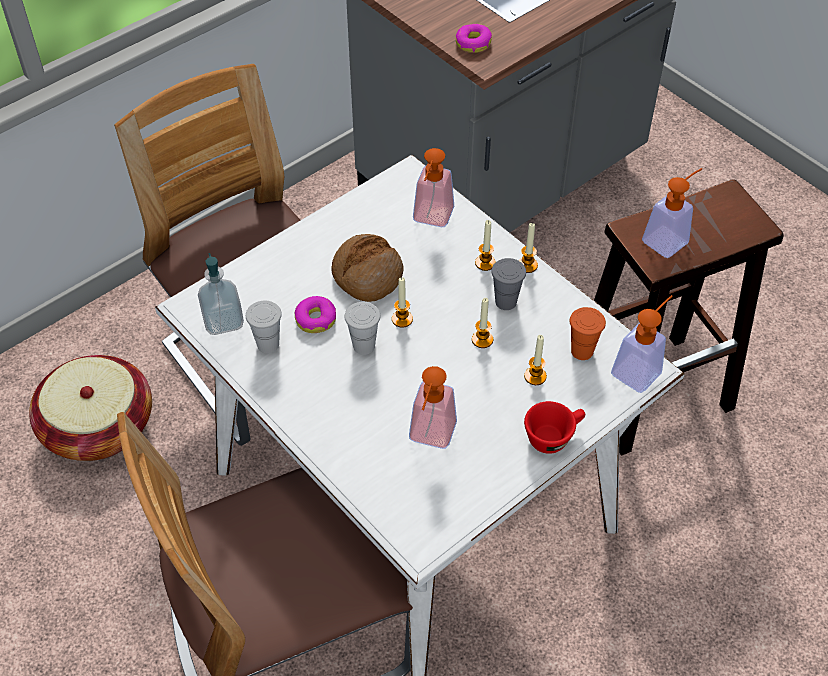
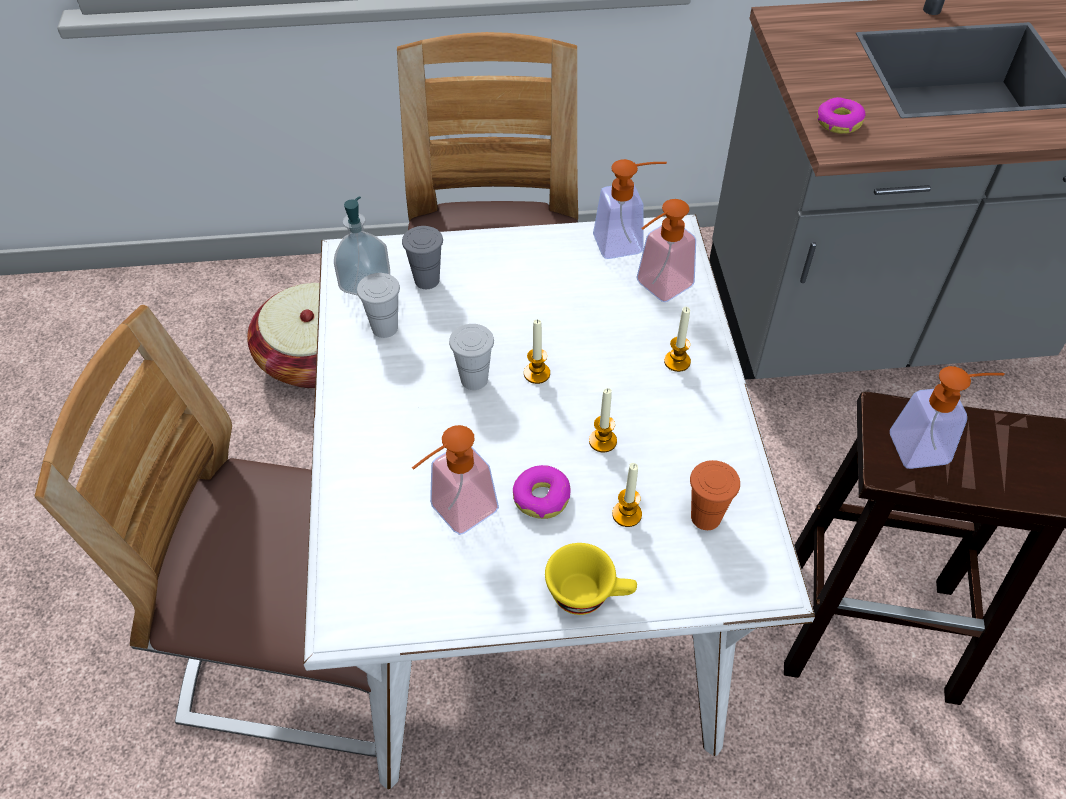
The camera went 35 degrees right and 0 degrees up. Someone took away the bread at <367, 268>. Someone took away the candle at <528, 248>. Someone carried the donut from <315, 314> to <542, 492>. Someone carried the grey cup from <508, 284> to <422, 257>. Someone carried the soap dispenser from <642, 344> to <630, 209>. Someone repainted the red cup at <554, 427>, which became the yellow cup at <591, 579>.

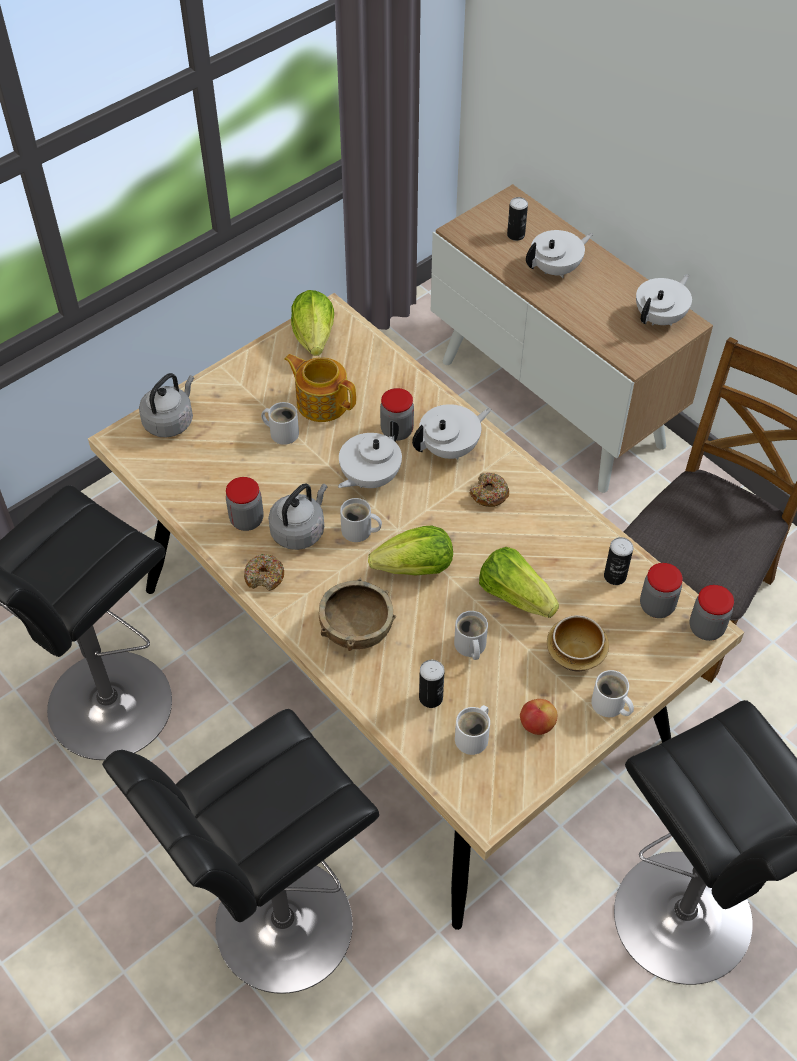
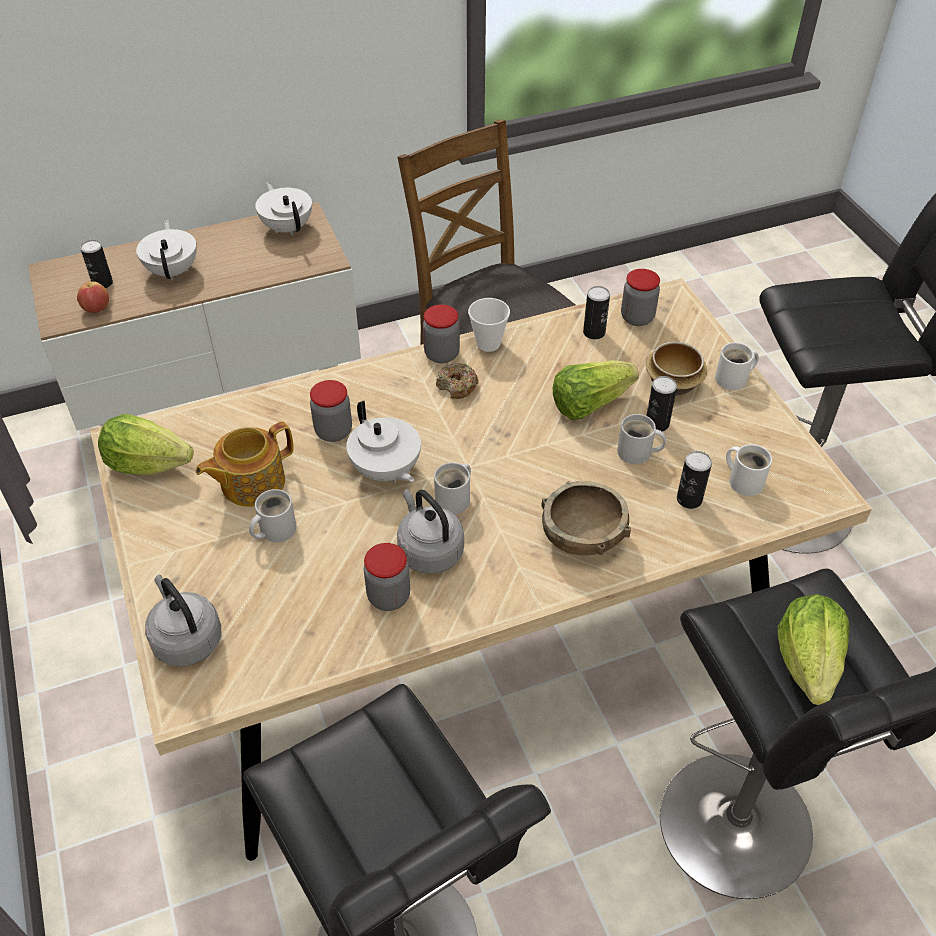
The camera went 70 degrees left and 5 degrees down. Someone took away the donut at <264, 572>. Someone took away the white teapot at <451, 432>. Someone put down the cup at <489, 325>. Someone put down the can at <661, 403>. Someone carried the lettuce from <410, 550> to <813, 649>. Someone carried the apple from <538, 717> to <93, 297>. Someone carried the jar from <712, 613> to <441, 333>.

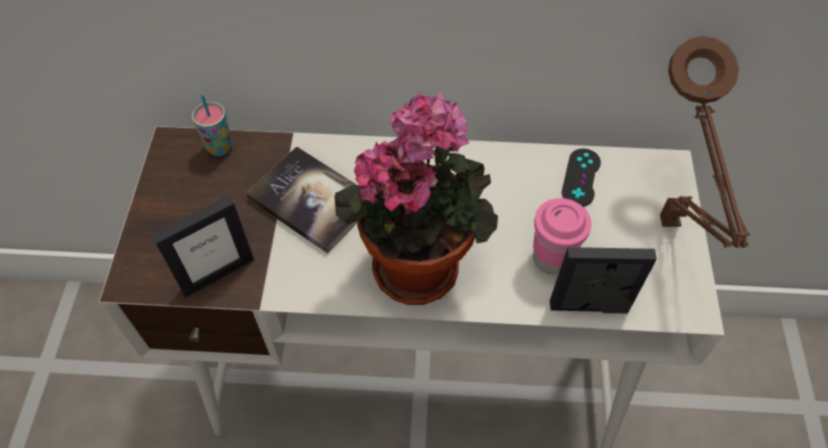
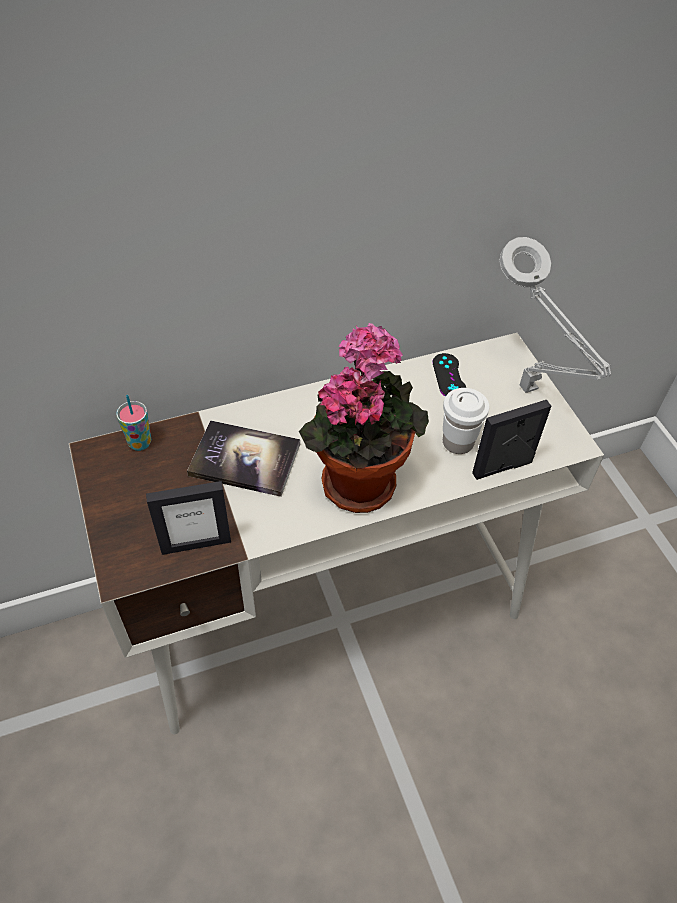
The camera went 25 degrees left and 5 degrees down. Someone repainted the pink cup at <562, 236>, which became the white cup at <466, 421>. Someone repainted the brown table lamp at <705, 142>, which became the grey table lamp at <555, 315>. Someone rotated the picture frame at <202, 246> by 45 degrees clockwise.

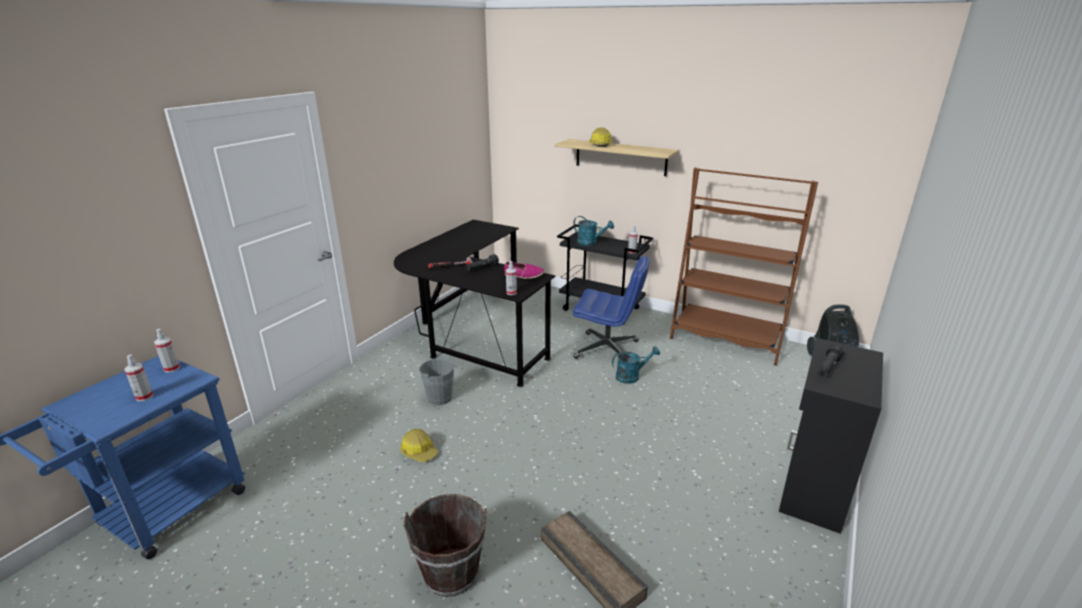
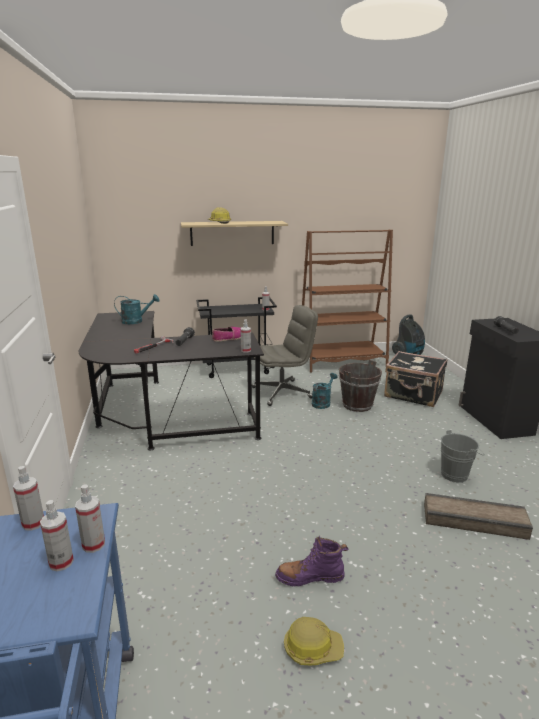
The camera went 40 degrees left and 5 degrees down. Someone put down the spray bottle at <90, 518>. Someone put down the purple boot at <311, 561>. Someone put down the black suitcase at <415, 379>. Someone carried the hard hat from <419, 445> to <314, 641>. Someone carried the brown bucket from <445, 545> to <360, 386>. Someone carried the grey bucket from <440, 380> to <463, 456>. Someone carried the turquoise watering can from <593, 231> to <137, 309>. Someone repainted the blue office chair at <611, 307>, which became the grey office chair at <285, 355>.

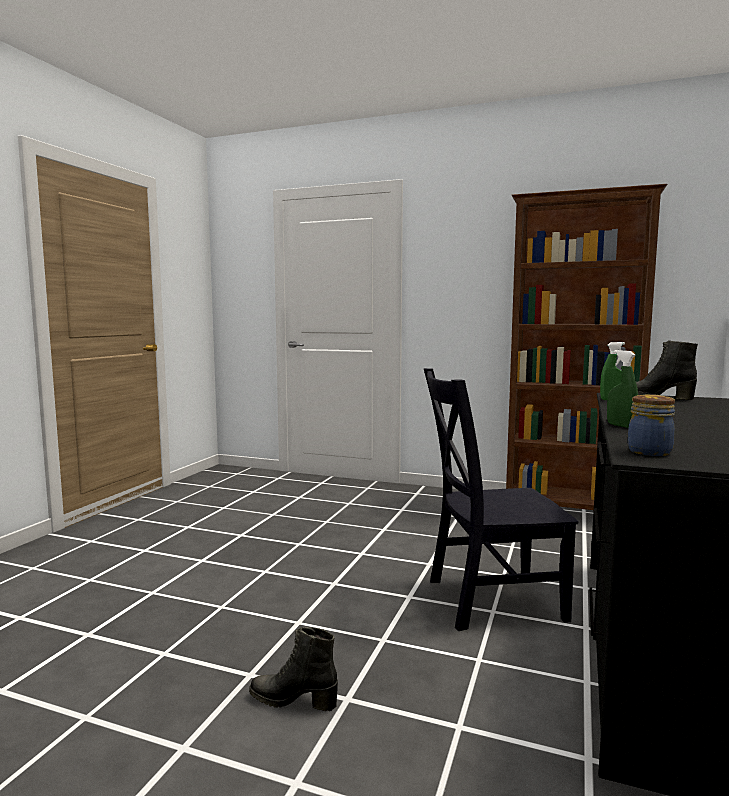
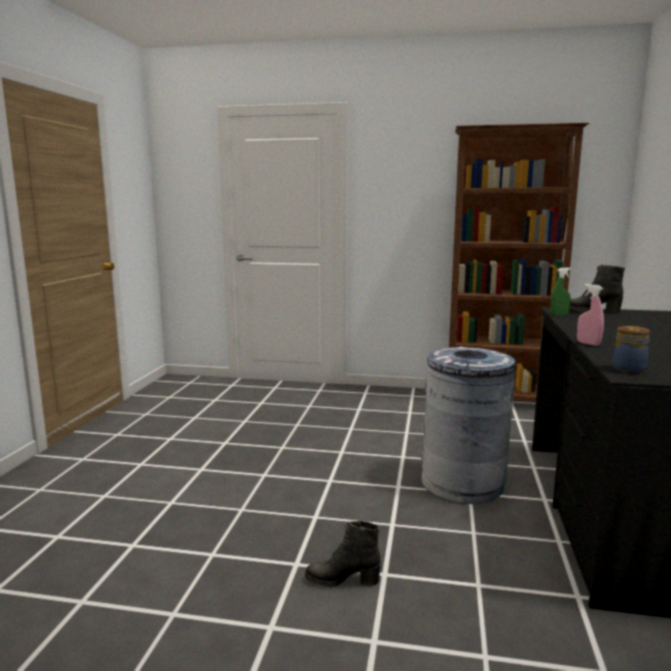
The camera went 10 degrees left and 5 degrees up. Someone swapped the black chair at <501, 499> for the grey trash can at <468, 425>. Someone repainted the green spray bottle at <622, 389>, which became the pink spray bottle at <590, 315>.

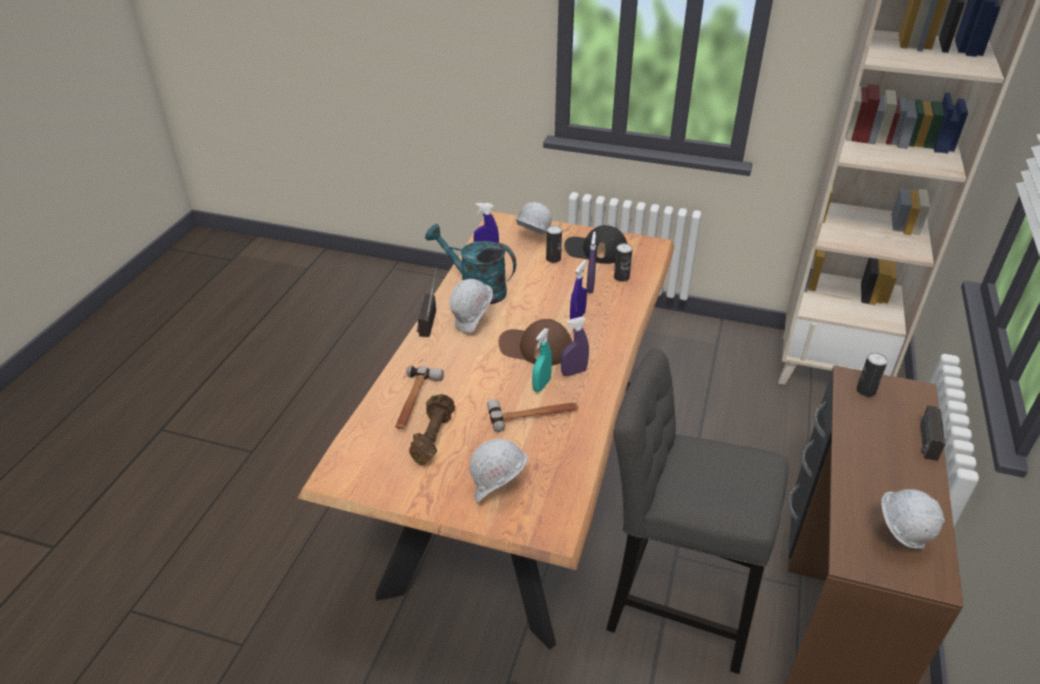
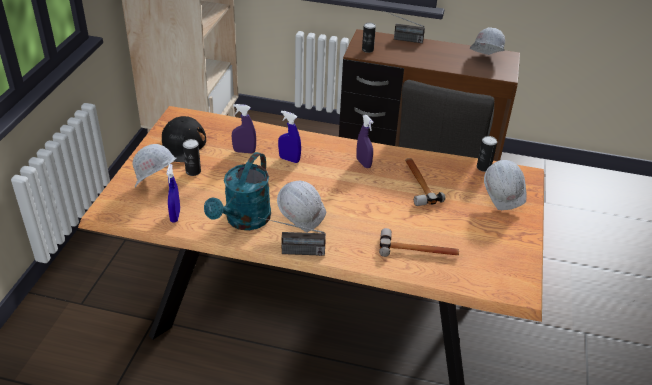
The camera went 95 degrees left and 0 degrees up. Someone took away the brown dumbbell at <432, 430>. Someone took away the brown cap at <535, 342>. Someone took away the turquoise spray bottle at <542, 360>. Someone carried the can from <623, 262> to <487, 154>.

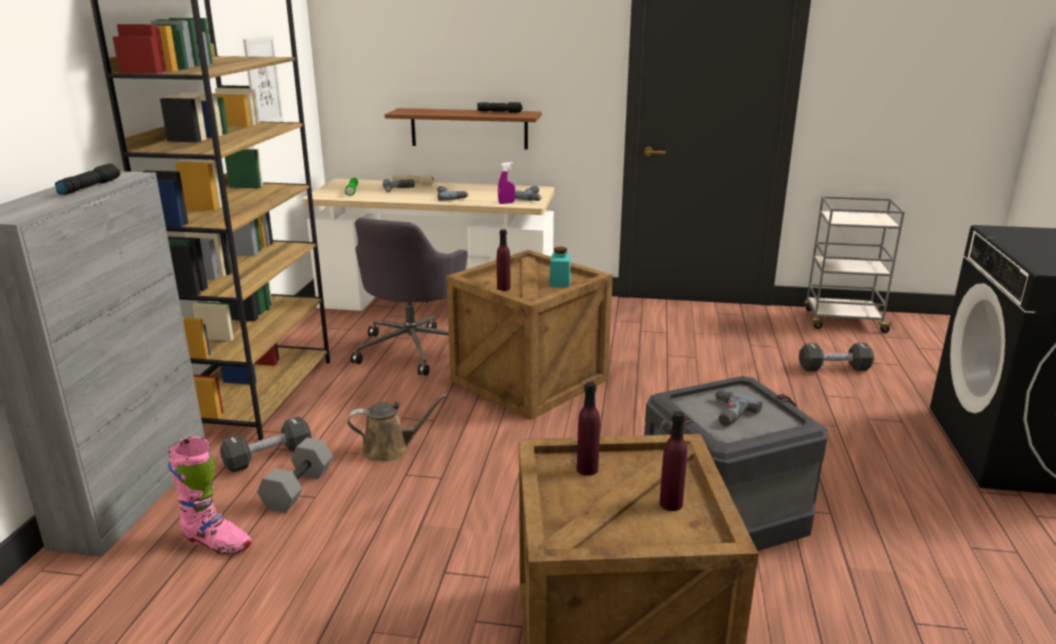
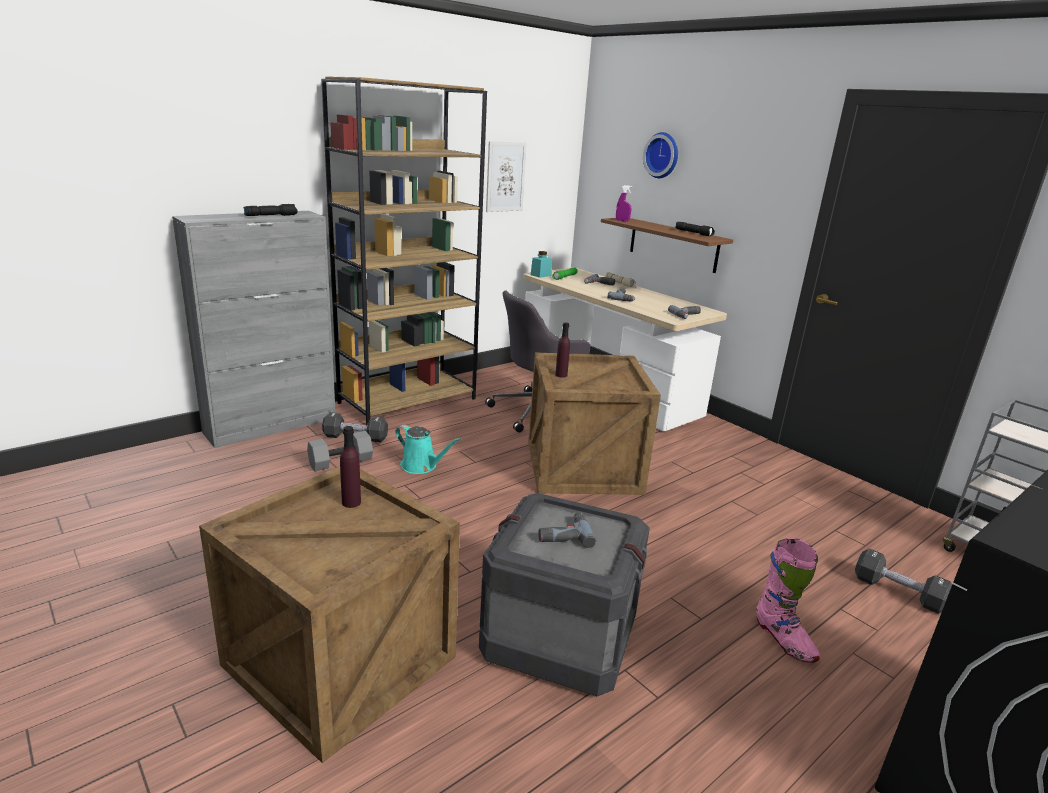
The camera went 40 degrees right and 0 degrees up. Someone took away the purple bottle at <673, 461>. Someone put up the wall clock at <660, 155>. Someone carried the pink boot from <210, 495> to <788, 600>. Someone carried the purple spray bottle from <506, 183> to <624, 203>. Someone carried the turquoise jar from <560, 267> to <541, 264>. Someone repainted the brown watering can at <398, 428>, which became the turquoise watering can at <428, 449>.

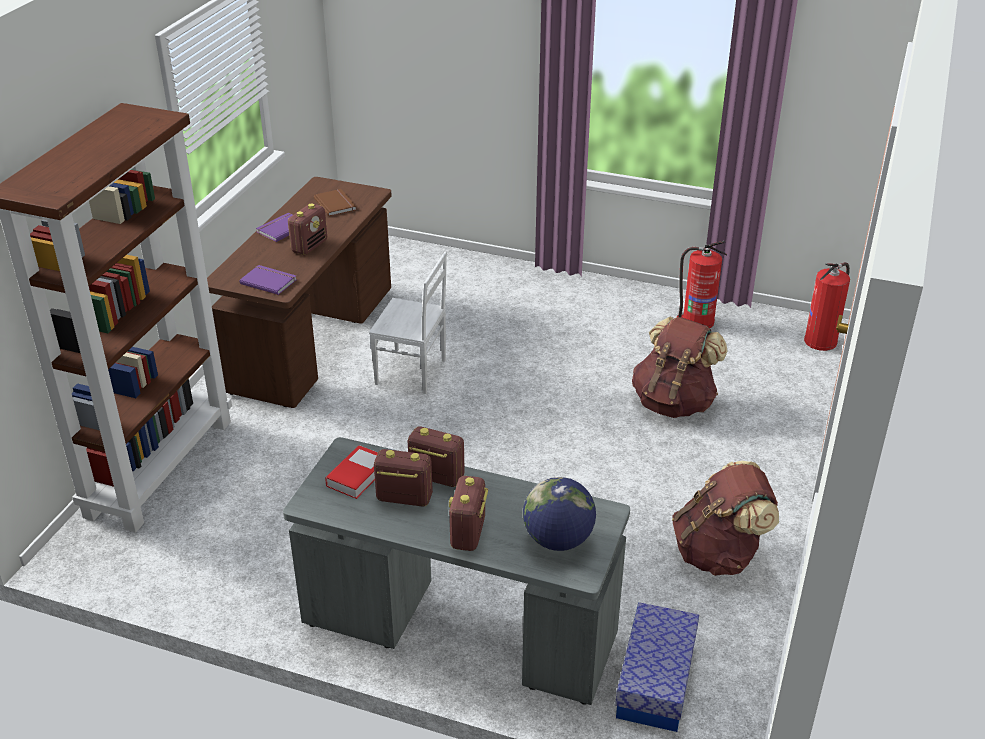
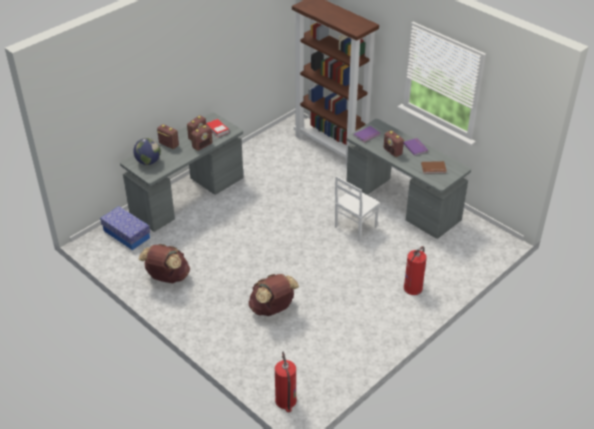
The camera went 115 degrees right and 5 degrees up. Someone carried the fire extinguisher from <702, 284> to <415, 270>. Someone repainted the brown desk at <299, 292>, which became the grey desk at <408, 179>.

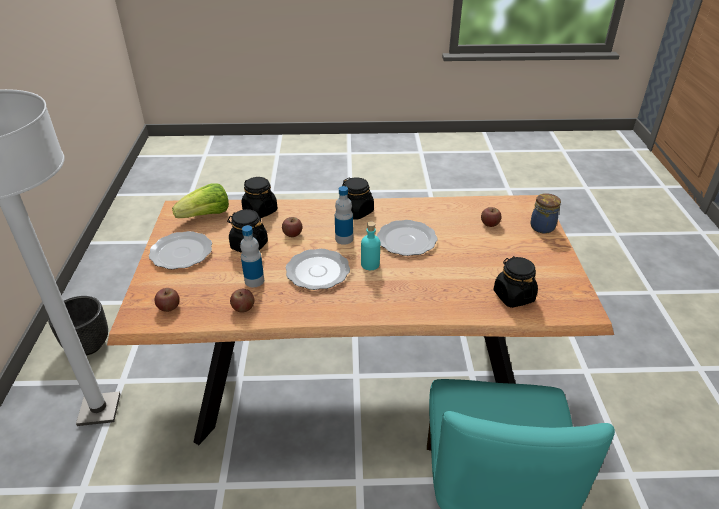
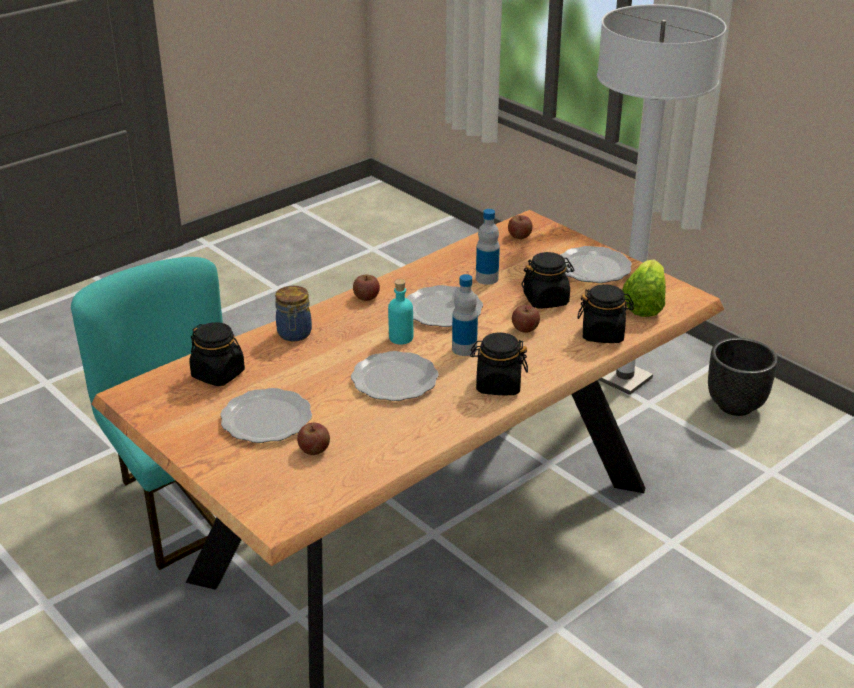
The camera went 140 degrees right and 5 degrees down. Someone put down the plate at <266, 415>. Someone carried the apple from <242, 301> to <366, 288>. Someone carried the jar from <546, 213> to <293, 314>.

